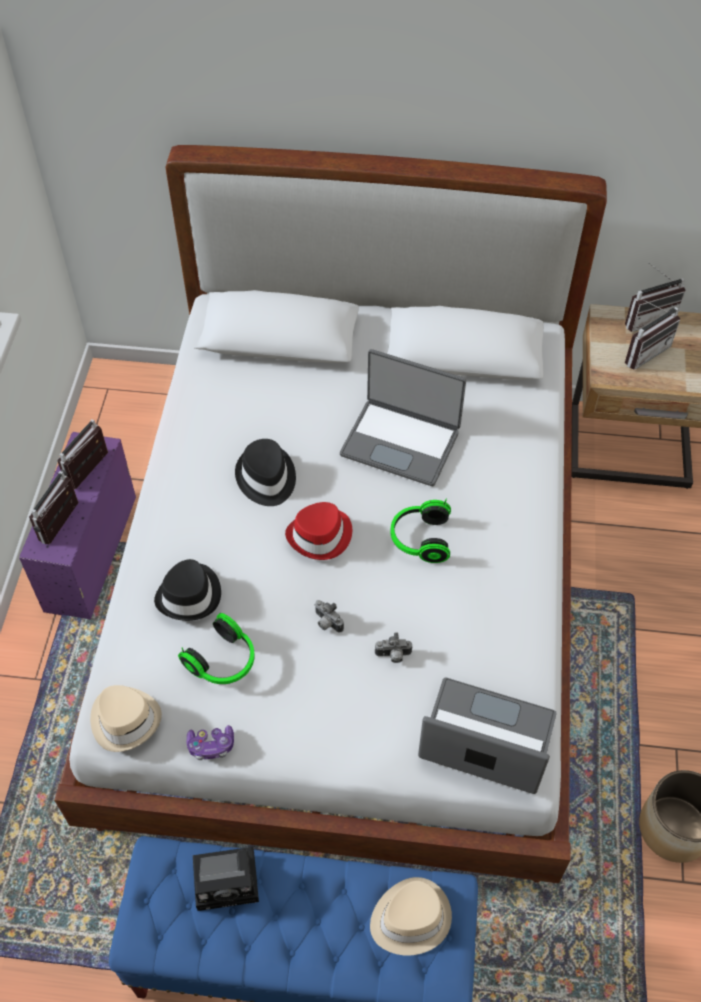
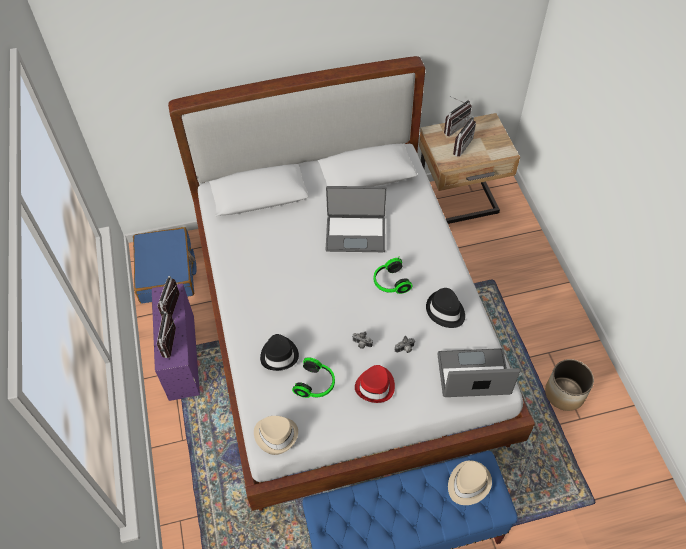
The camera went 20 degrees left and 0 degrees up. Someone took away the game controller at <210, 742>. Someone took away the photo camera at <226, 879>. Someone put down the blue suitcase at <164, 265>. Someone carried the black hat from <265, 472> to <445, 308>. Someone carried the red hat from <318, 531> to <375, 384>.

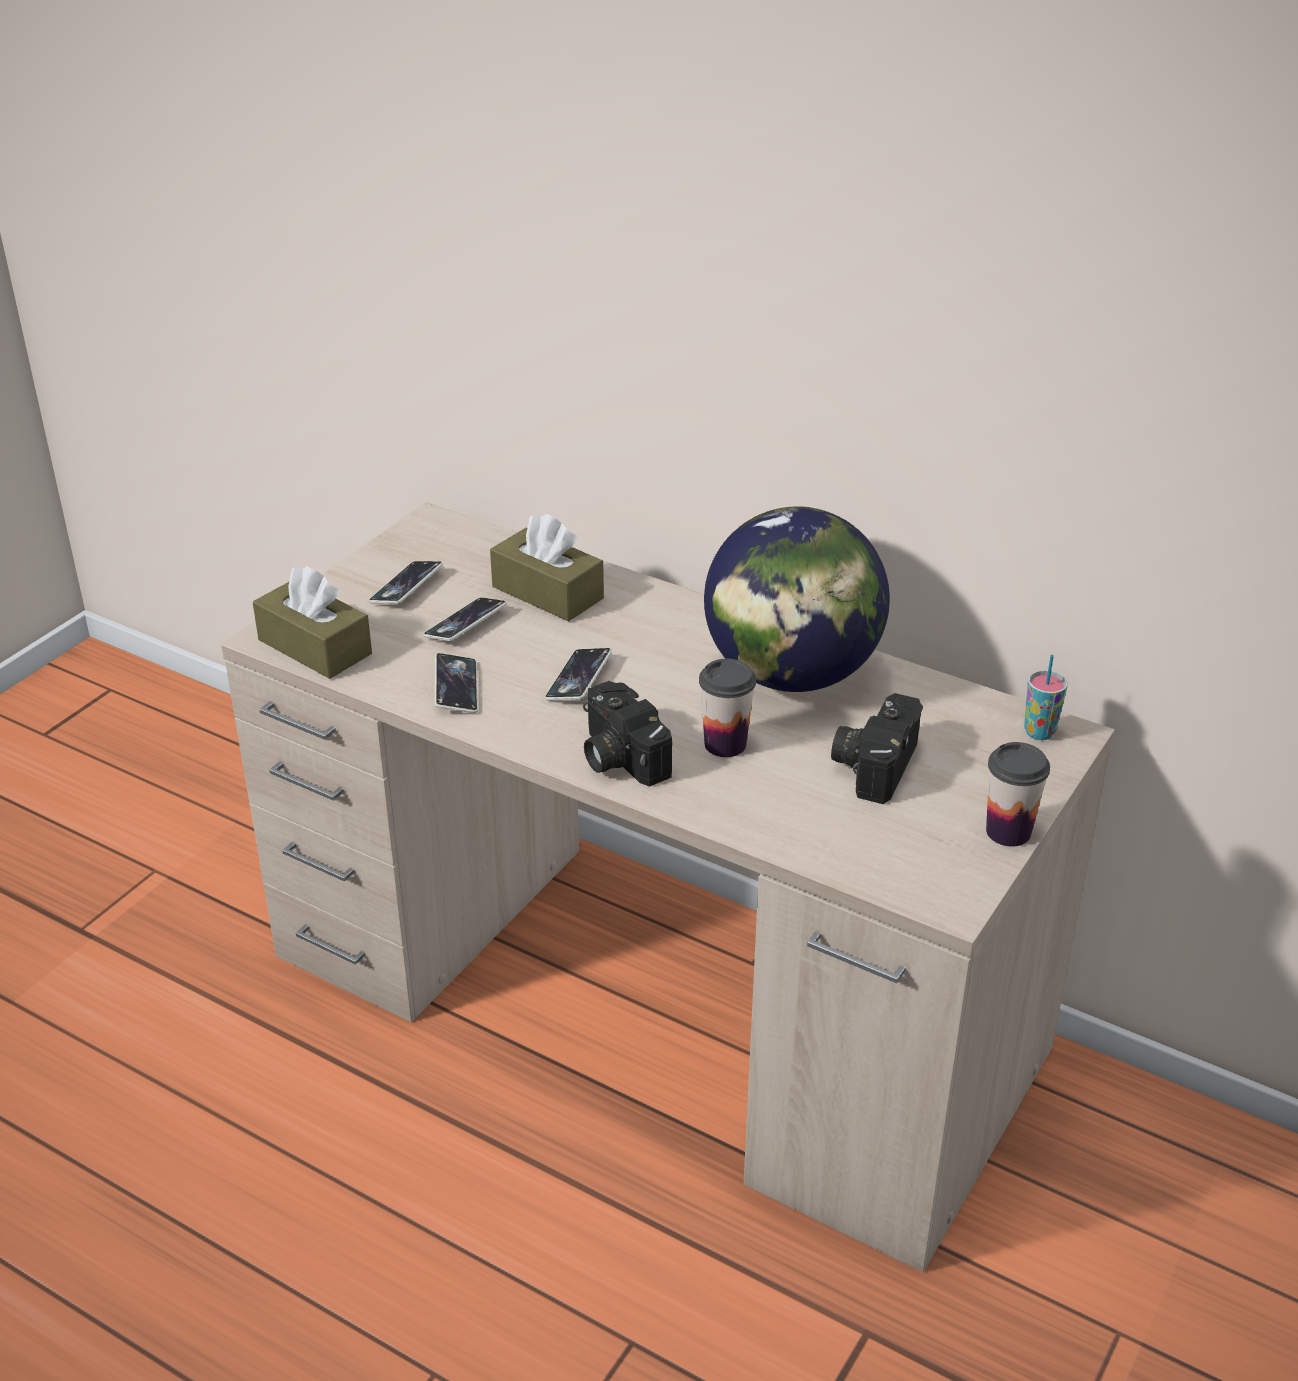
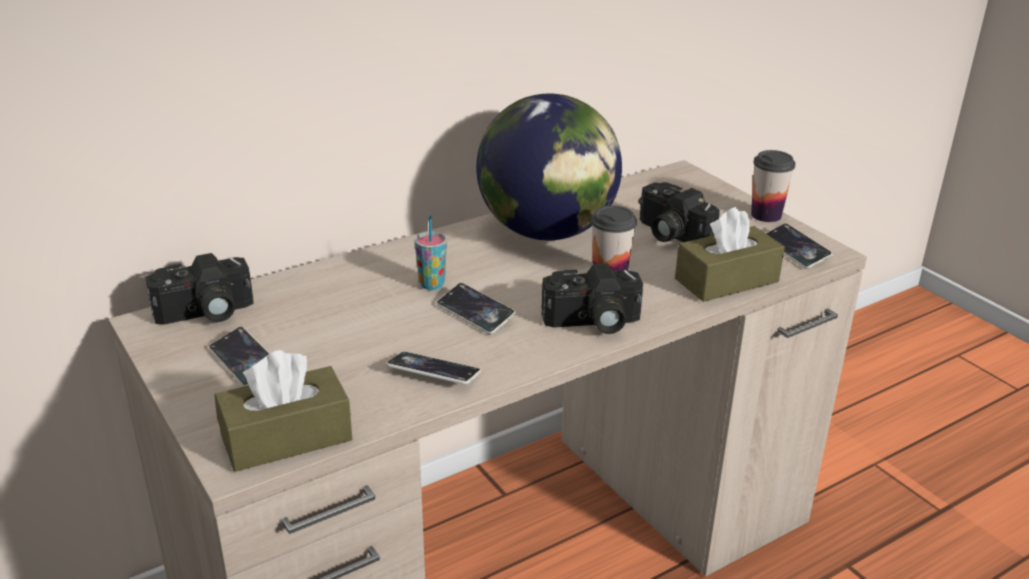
The camera went 65 degrees left and 5 degrees down. Someone put down the photo camera at <199, 288>. Someone carried the phone from <465, 619> to <799, 246>. Someone carried the brown tissue box from <547, 568> to <730, 254>. Someone carried the cup from <1046, 697> to <431, 252>.

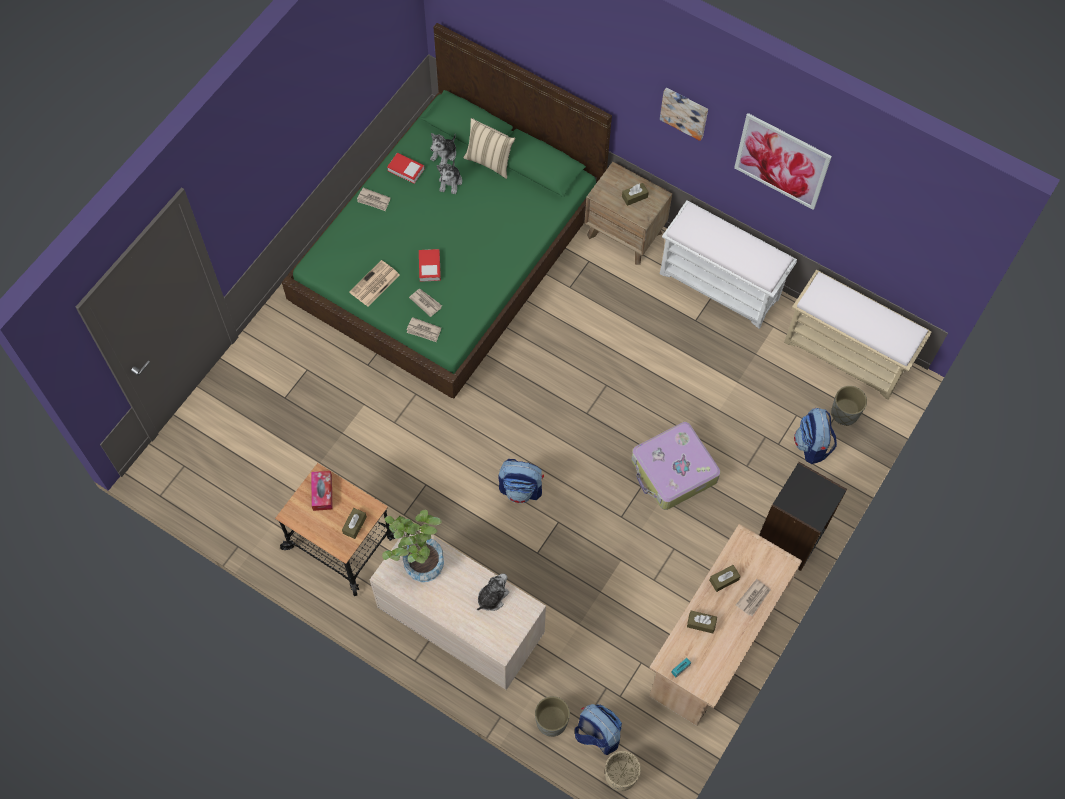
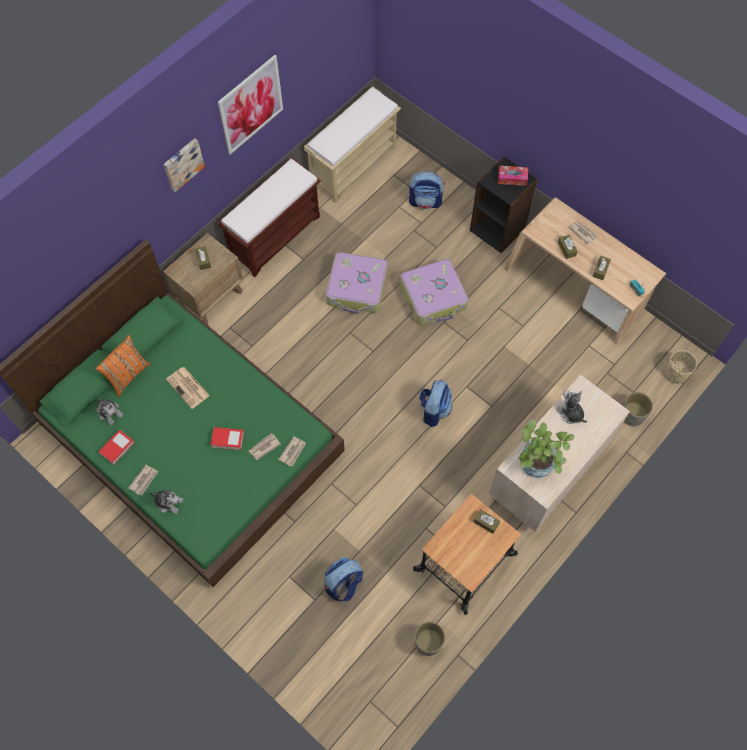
The camera went 80 degrees left and 0 degrees up. Someone put down the suitcase at <357, 283>. Someone carried the tissue box from <322, 491> to <513, 176>. Someone carried the newspaper from <374, 283> to <188, 388>. Someone carried the plush toy from <449, 176> to <166, 502>. Someone carried the backpack from <598, 729> to <343, 579>. Someone carried the grey planter from <849, 406> to <430, 639>. Someone repainted the beige pillow at <489, 148>, which became the orange pillow at <123, 366>. Someone repainted the white bench at <728, 264>, which became the brown bench at <269, 217>.

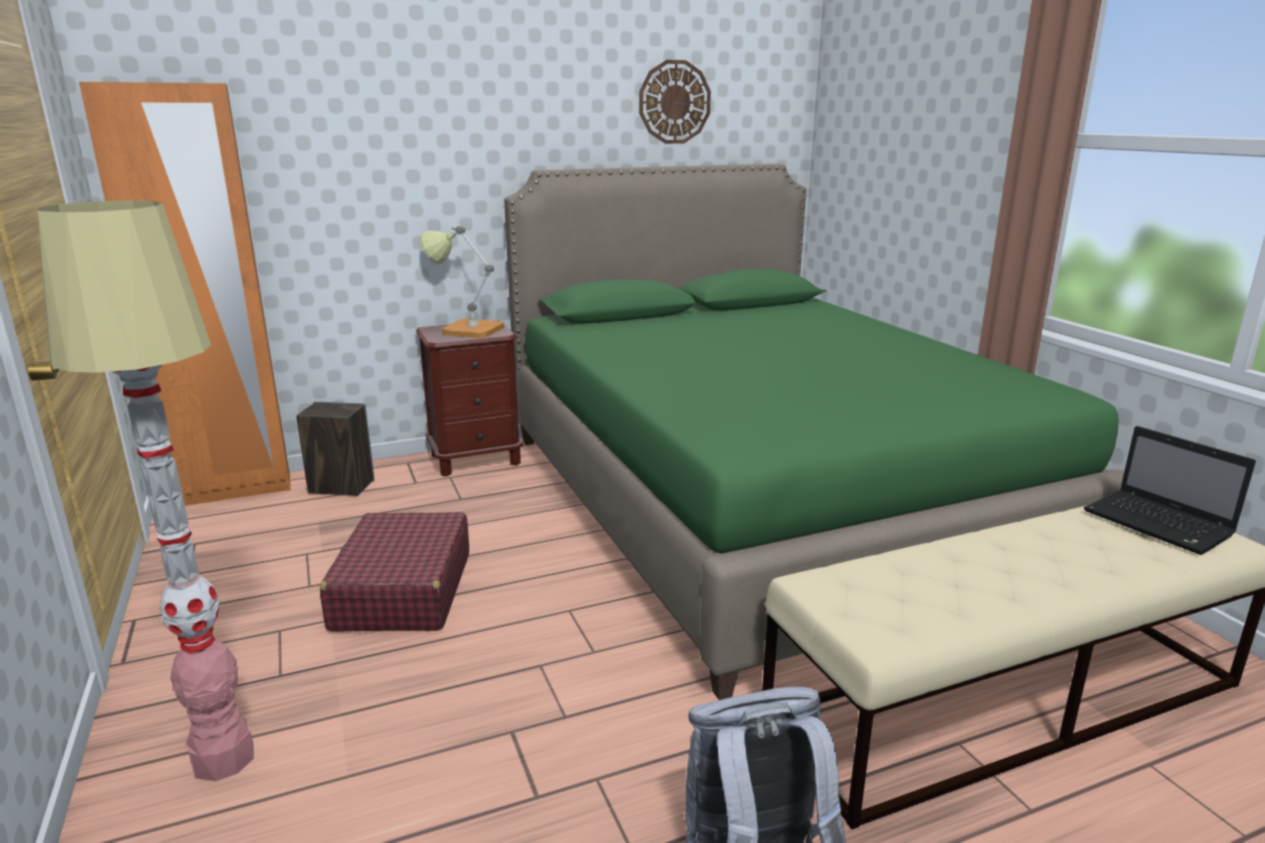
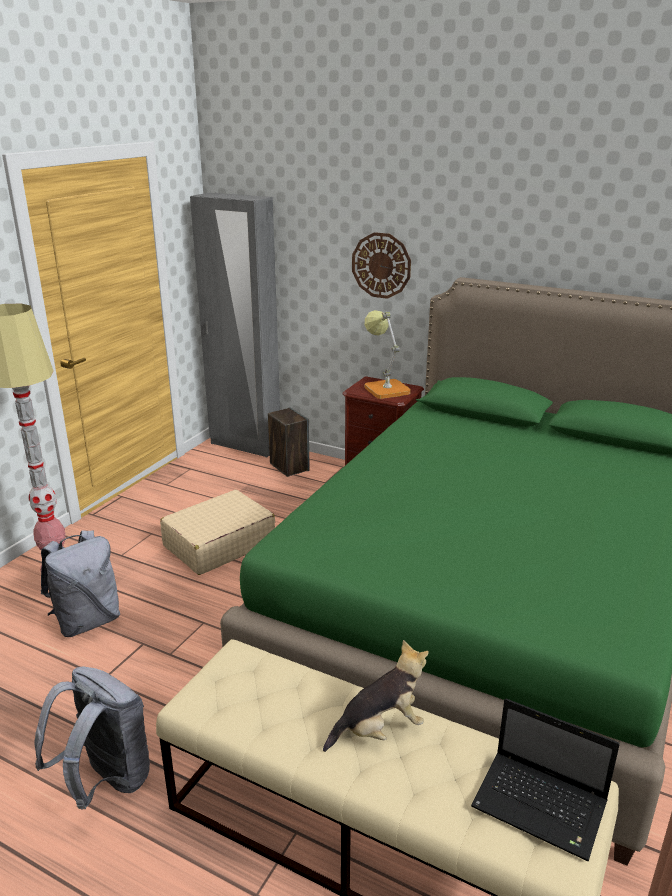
The camera went 50 degrees right and 5 degrees up. Someone put down the grey backpack at <80, 583>. Someone put down the plush toy at <376, 696>. Someone carried the wall clock from <675, 102> to <381, 265>. Someone repainted the orange wardrobe at <184, 294>, which became the grey wardrobe at <235, 324>. Someone repainted the red suitcase at <394, 572>, which became the beige suitcase at <217, 532>. Someone rotated the laptop at <1170, 490> by 75 degrees counterclockwise.

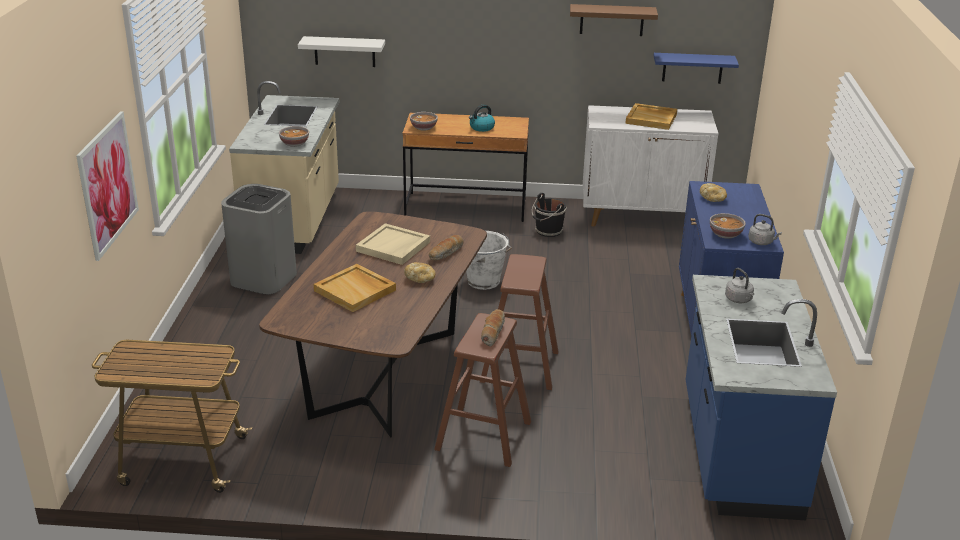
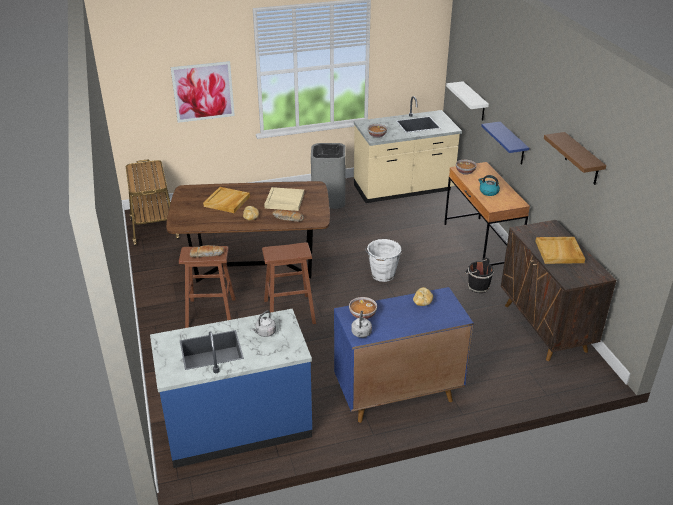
The camera went 70 degrees right and 5 degrees up. Someone carried the blue shelf from <696, 68> to <505, 143>. Someone repainted the white cabinet at <651, 166>, which became the brown cabinet at <558, 290>.

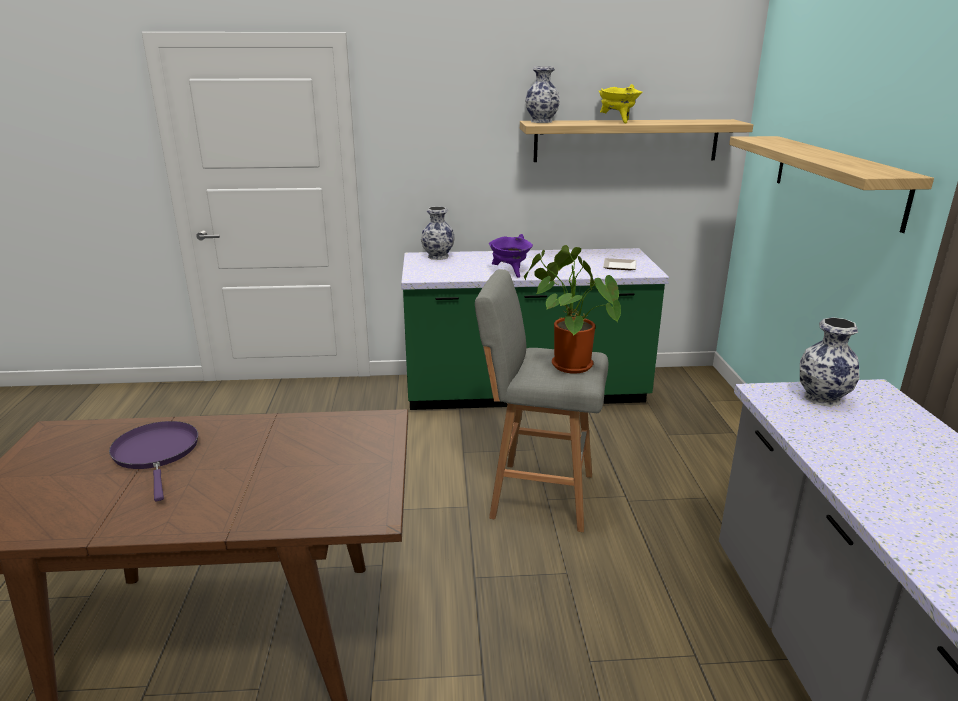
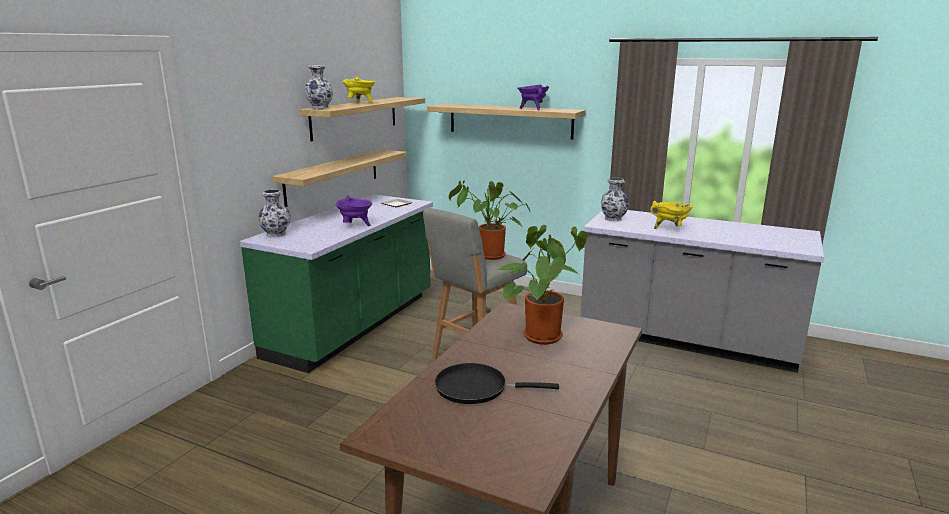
The camera went 60 degrees left and 5 degrees down. Someone put up the shelf at <339, 178>. Someone put down the potted plant at <542, 285>. Someone put down the purple cooking pot at <533, 97>. Someone put down the yellow cooking pot at <671, 215>. Someone repainted the purple frying pan at <153, 461>, which became the black frying pan at <496, 383>.

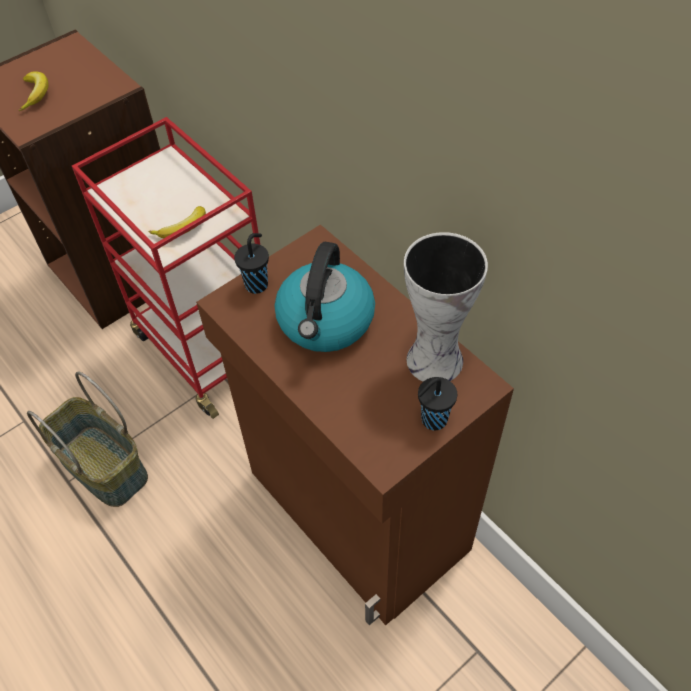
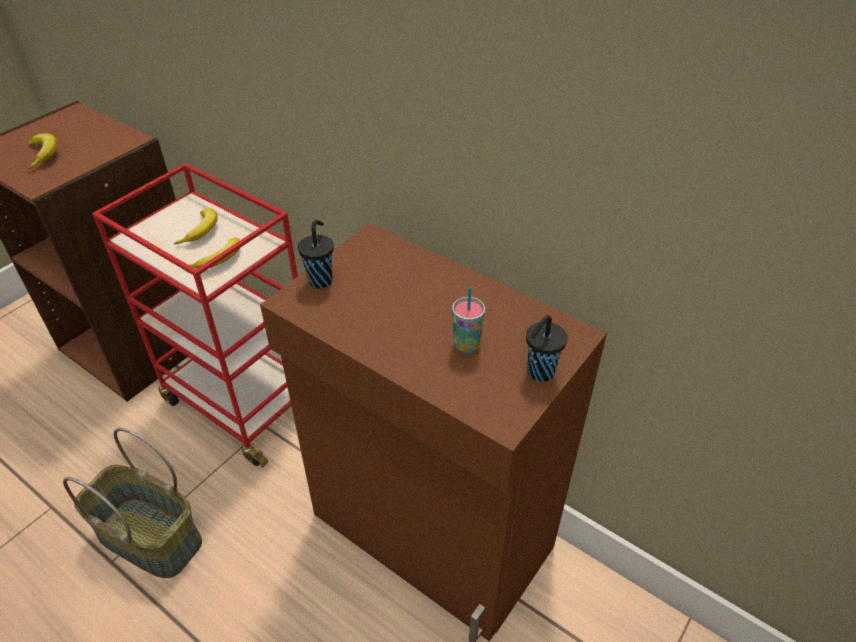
The camera went 15 degrees left and 10 degrees down. Someone took away the kettle at <325, 297>. Someone took away the vase at <446, 307>. Someone put down the banana at <196, 226>. Someone put down the cup at <468, 320>.

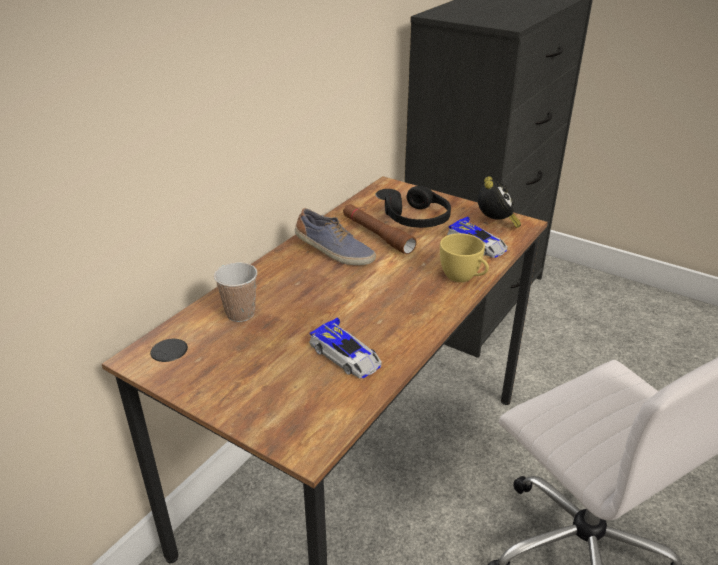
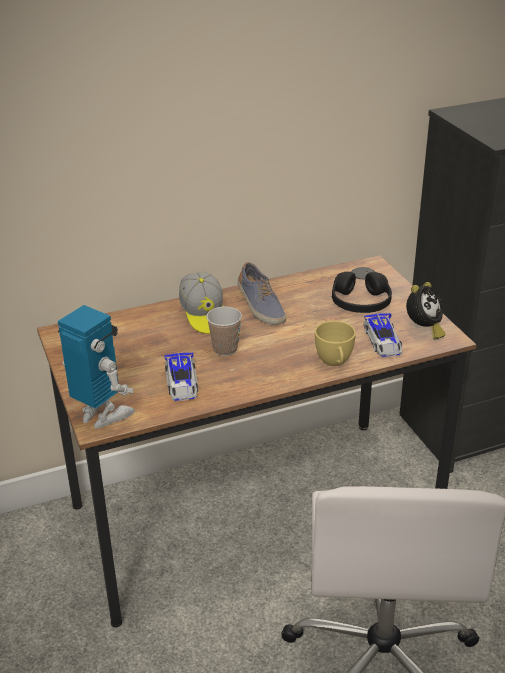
The camera went 35 degrees right and 0 degrees up. Someone took away the brown flashlight at <380, 229>. Someone put down the toy robot at <96, 367>. Someone put down the cap at <201, 303>. Someone carried the cup from <236, 292> to <224, 331>.

